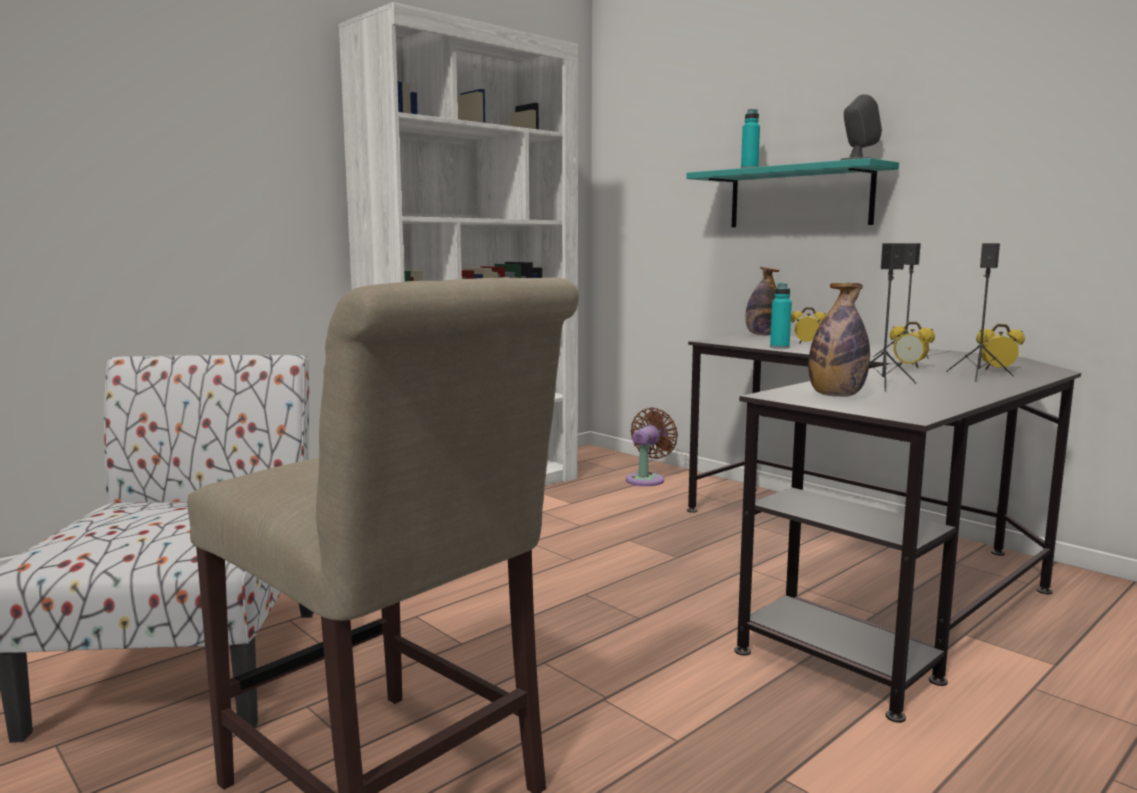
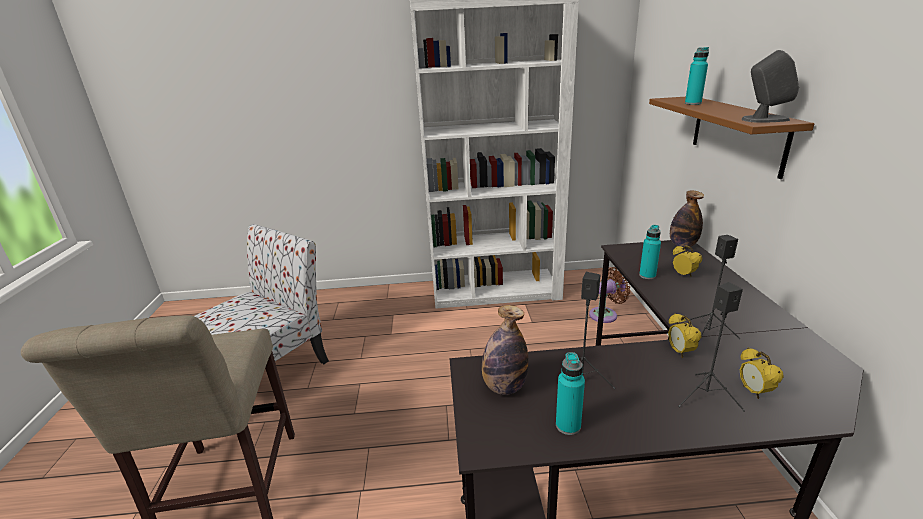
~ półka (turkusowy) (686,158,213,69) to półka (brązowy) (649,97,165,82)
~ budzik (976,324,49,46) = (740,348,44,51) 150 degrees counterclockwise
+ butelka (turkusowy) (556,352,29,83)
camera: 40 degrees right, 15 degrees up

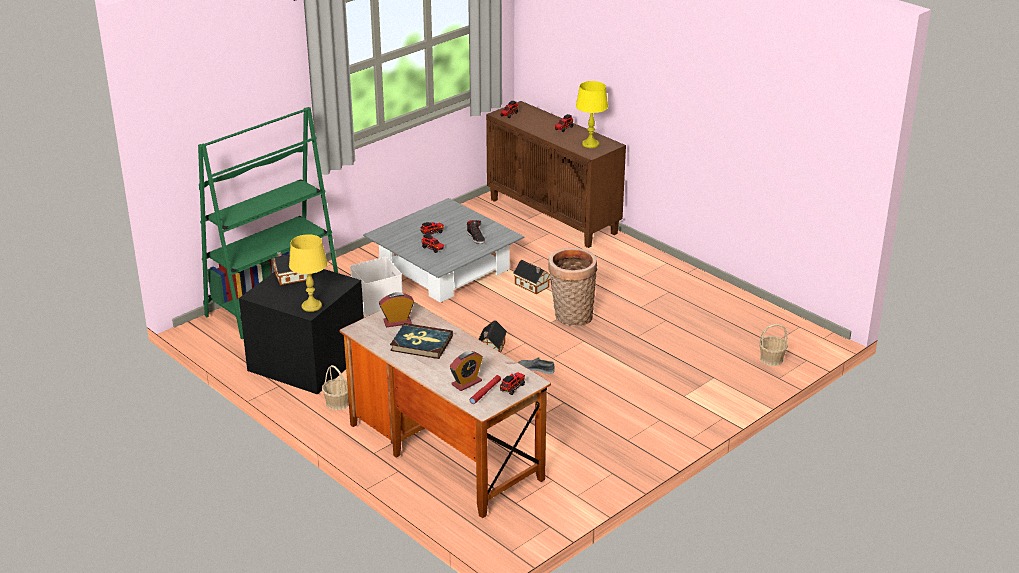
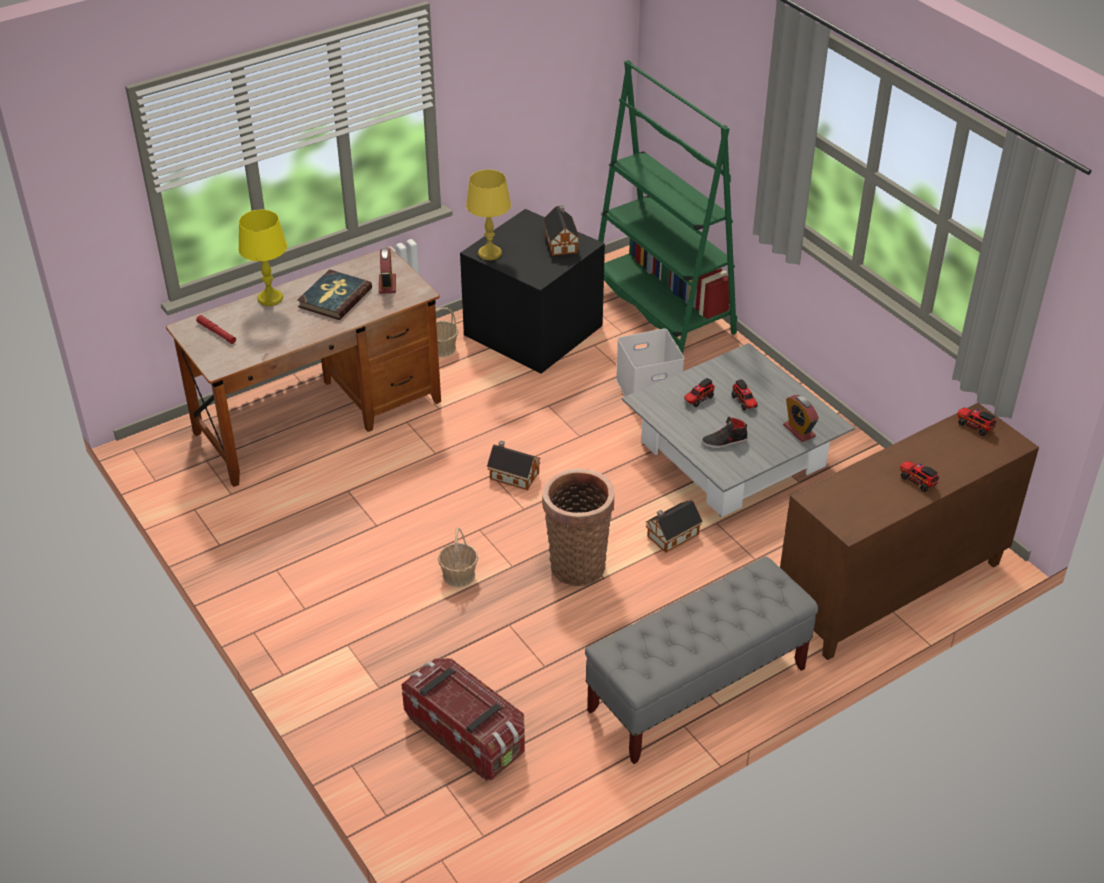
~ lampa stołowa (żółty) (576,81,32,67) to (238,210,49,96)
~ koszyk (759,324,29,42) to (438,528,40,59)
~ budzik (450,351,33,40) to (783,395,36,47)
- but (szary) (518,358,37,16)
- ciężarówka zabawkowa (500,372,25,23)
+ ławka (szary) (585,557,233,207)
+ pojemnik do przechowywania (401,658,124,123)
camera: 100 degrees right, 10 degrees up

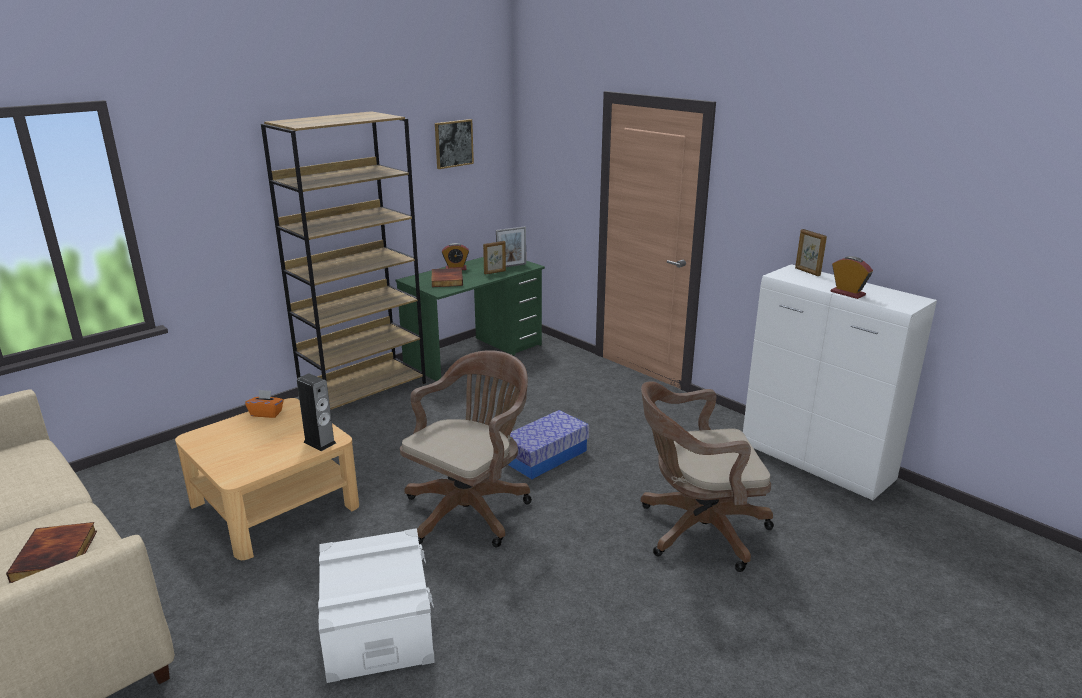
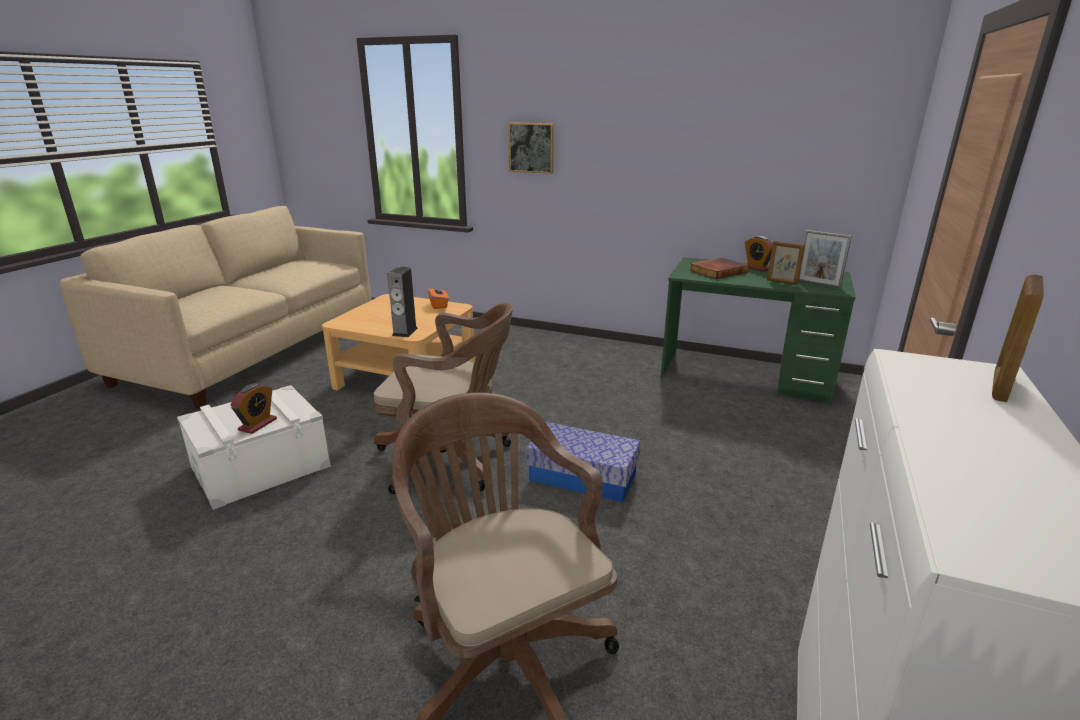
- regał (brązowy) (261,111,165,299)
~ obraz (435,119,39,50) to (508,122,46,52)
~ budzik (831,256,42,43) to (230,383,47,51)
- książka (6,522,91,61)
camera: 65 degrees right, 0 degrees up

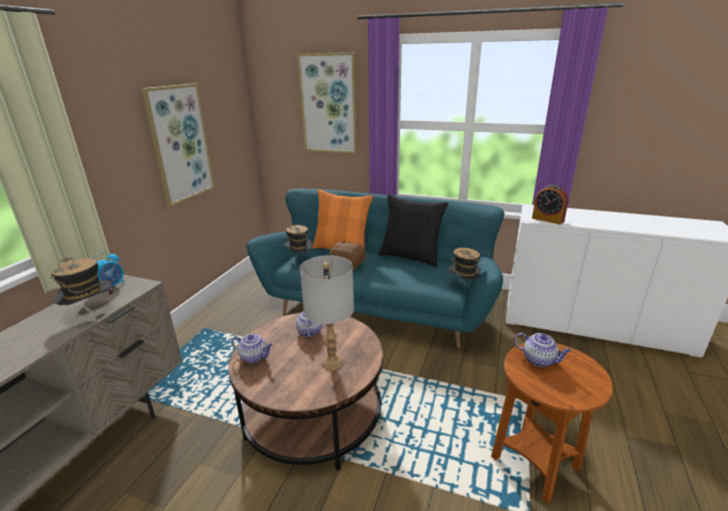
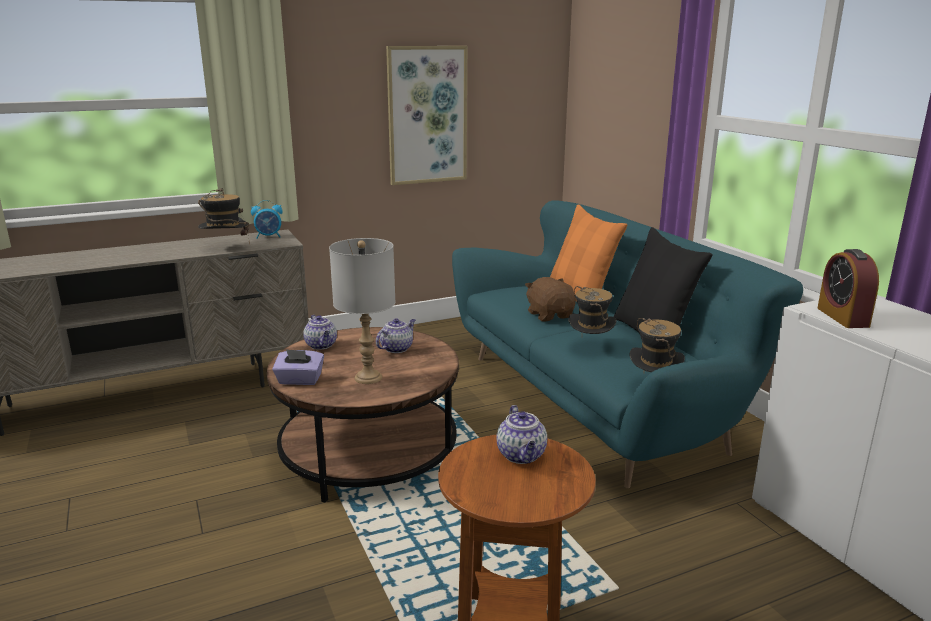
- obraz (297,52,61,102)
~ kapelusz (284,225,29,30) to (568,286,48,48)
+ pudełko chusteczek (fioletowy) (272,349,52,36)
camera: 45 degrees right, 5 degrees down

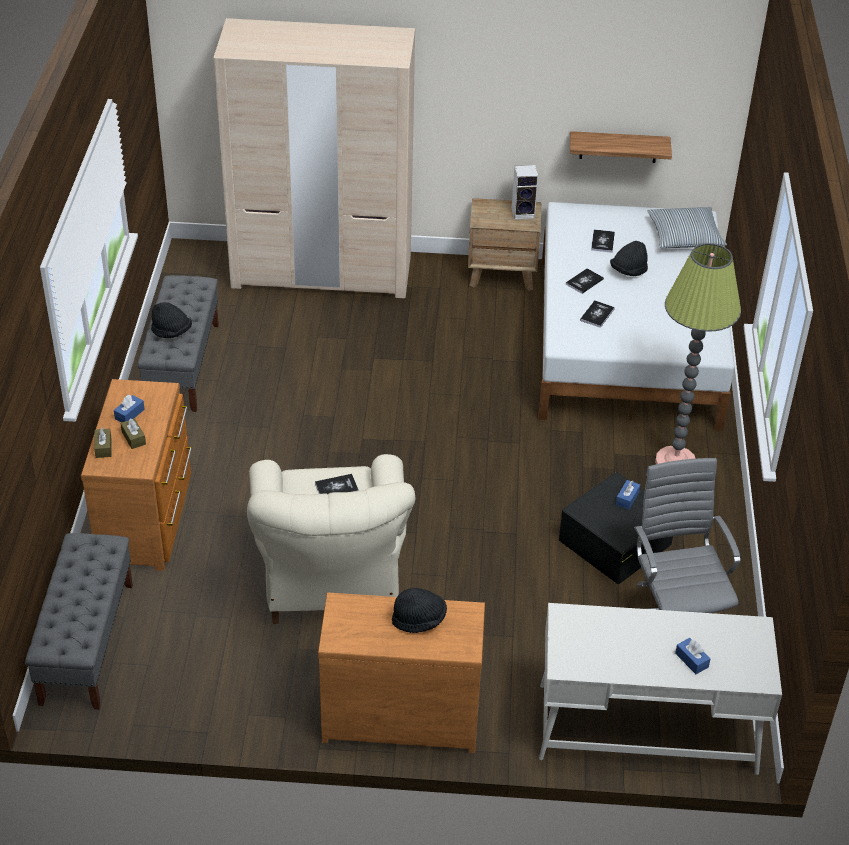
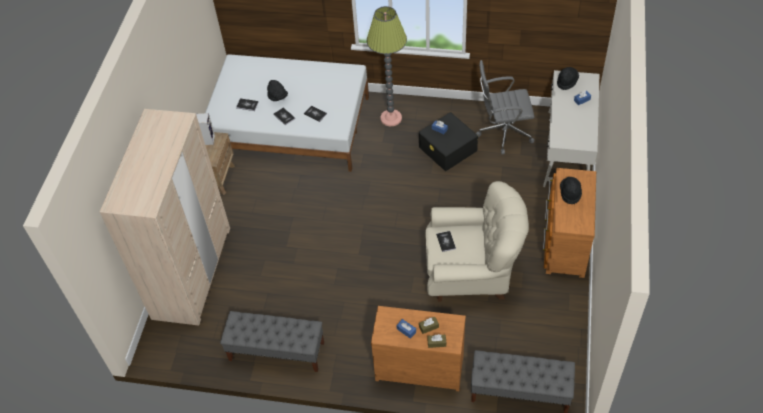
- półka (570,131,102,32)
- poduszka (647,207,80,41)
~ kapelusz (czarny) (151,302,41,36) to (557,67,22,23)
camera: 80 degrees left, 10 degrees up

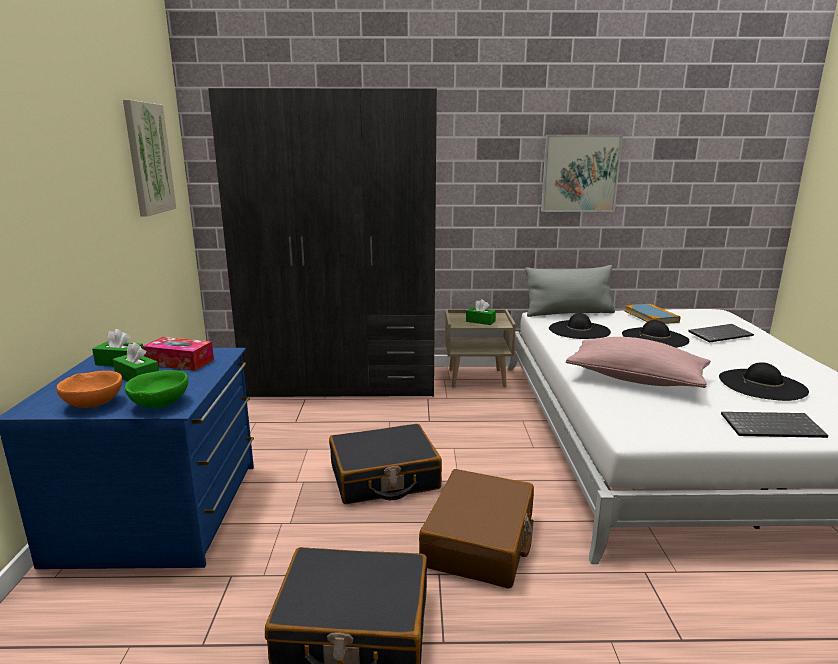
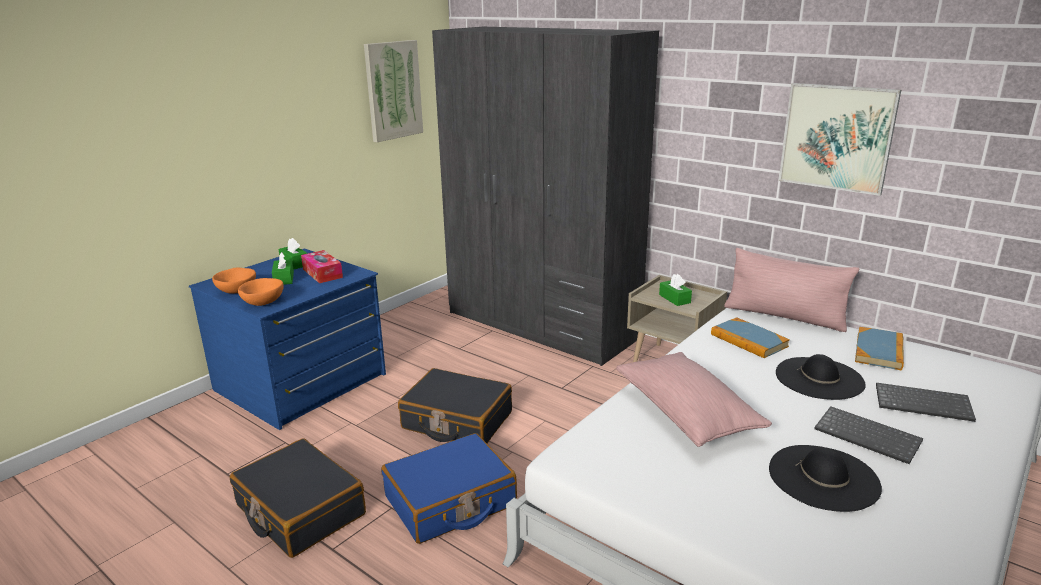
~ poduszka (szary) (525,265,90,52) to poduszka (różowy) (724,248,135,84)
~ kapelusz (czarny) (549,313,62,26) to książka (711,317,79,41)
~ miska (zielony) (125,370,63,38) to miska (pomarańczowy) (238,278,46,28)
~ klawiatura (721,412,108,26) to (814,406,109,58)
~ walizka (brązowy) (419,469,115,120) to walizka (niebieski) (381,433,136,111)
camera: 40 degrees right, 5 degrees up

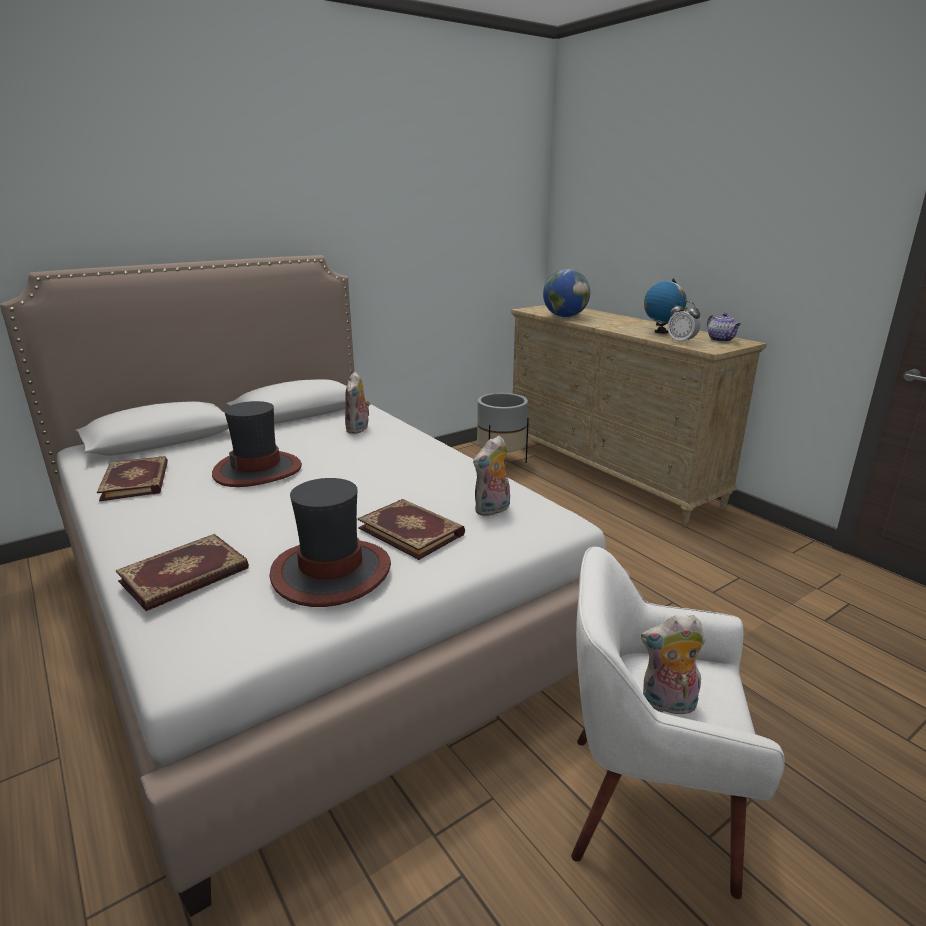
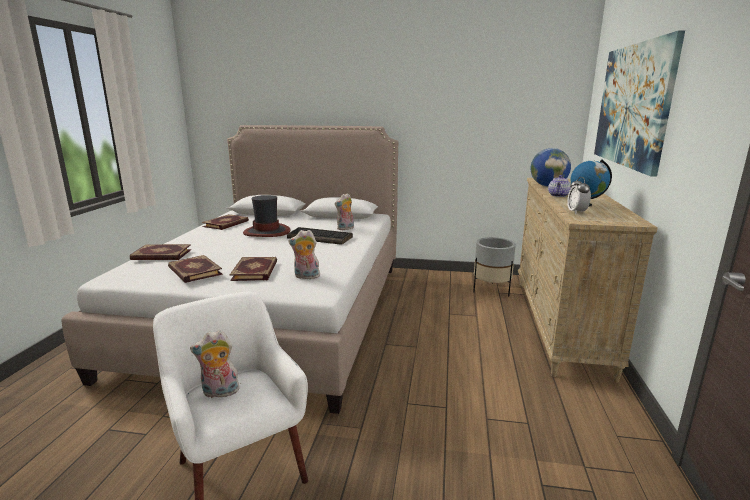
~ imbryk (707,313,34,29) to (548,175,23,22)
~ kapelusz (269,478,122,129) to książka (168,255,55,28)
~ pluszak (641,615,64,100) = (190,330,51,68) 60 degrees counterclockwise
+ obraz (594,30,91,147)
+ klawiatura (287,227,66,18)
camera: 45 degrees right, 5 degrees down

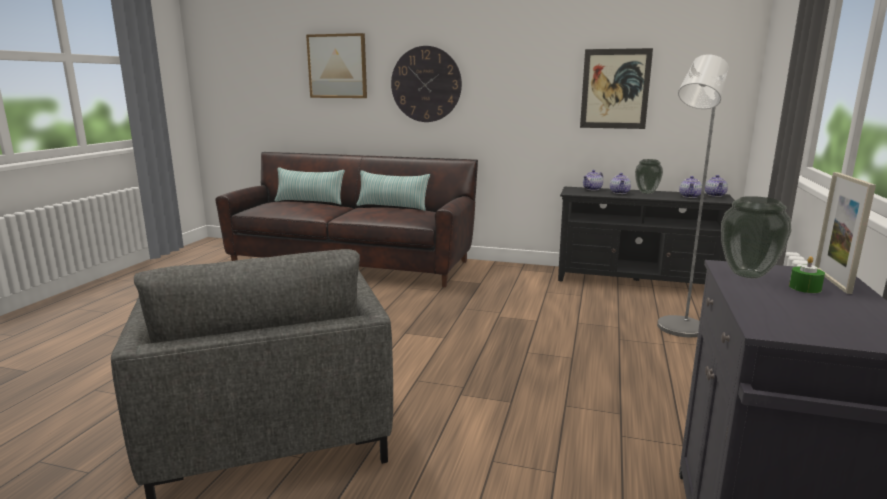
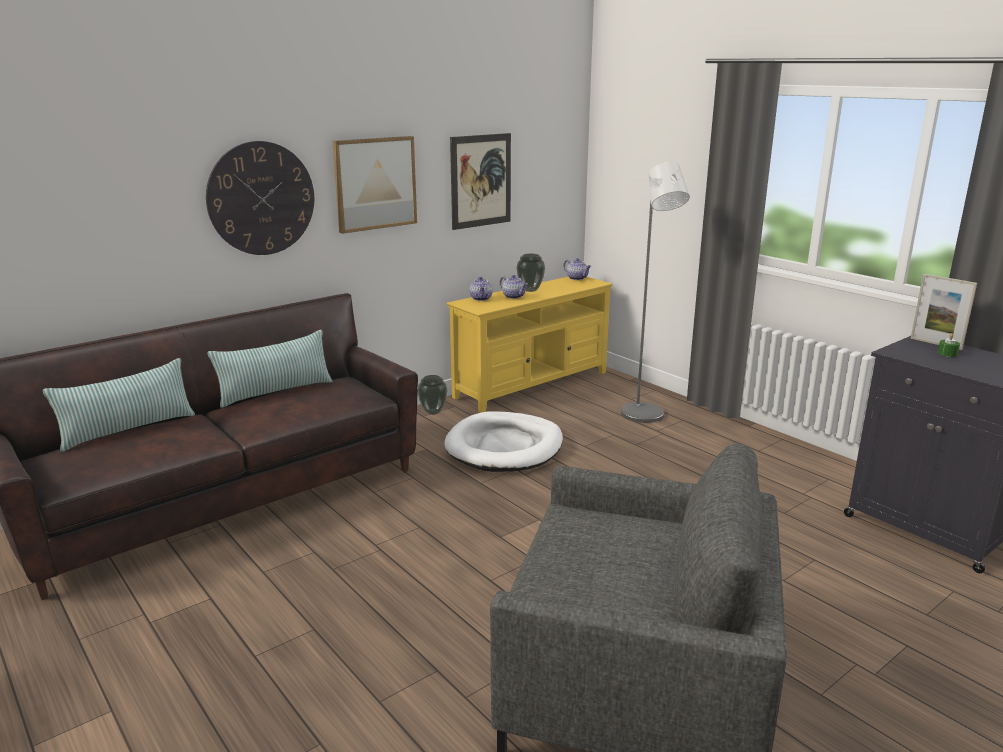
~ obraz (306,33,61,65) to (332,136,85,98)
- imbryk (679,176,23,22)
~ szafka pod telewizor (czarny) (558,187,177,97) to szafka pod telewizor (żółty) (447,277,165,136)
~ wazon (721,196,71,82) to (417,375,31,40)
+ legowisko (biały) (444,411,119,61)
camera: 55 degrees left, 5 degrees up

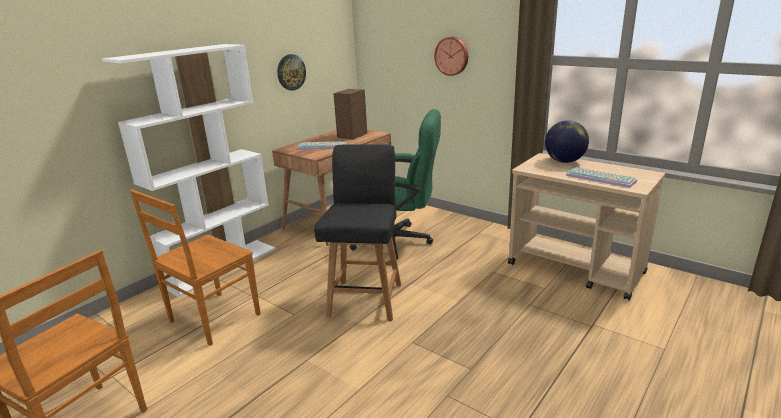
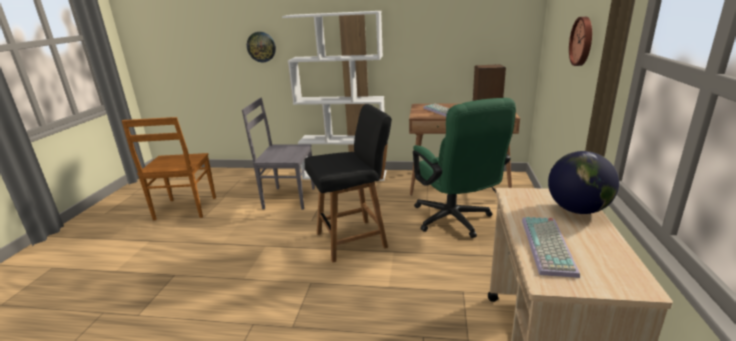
~ zegar ścienny (277,54,29,37) to (247,32,29,30)
~ krzesło (brązowy) (130,190,130,156) to krzesło (szary) (242,98,73,112)
camera: 60 degrees right, 0 degrees up

